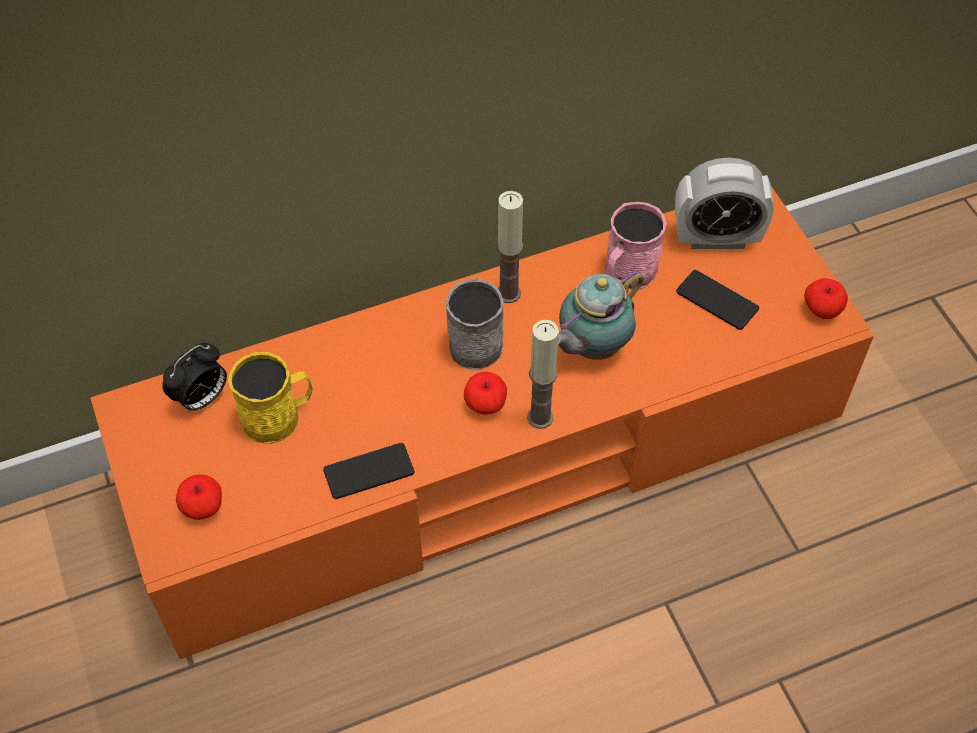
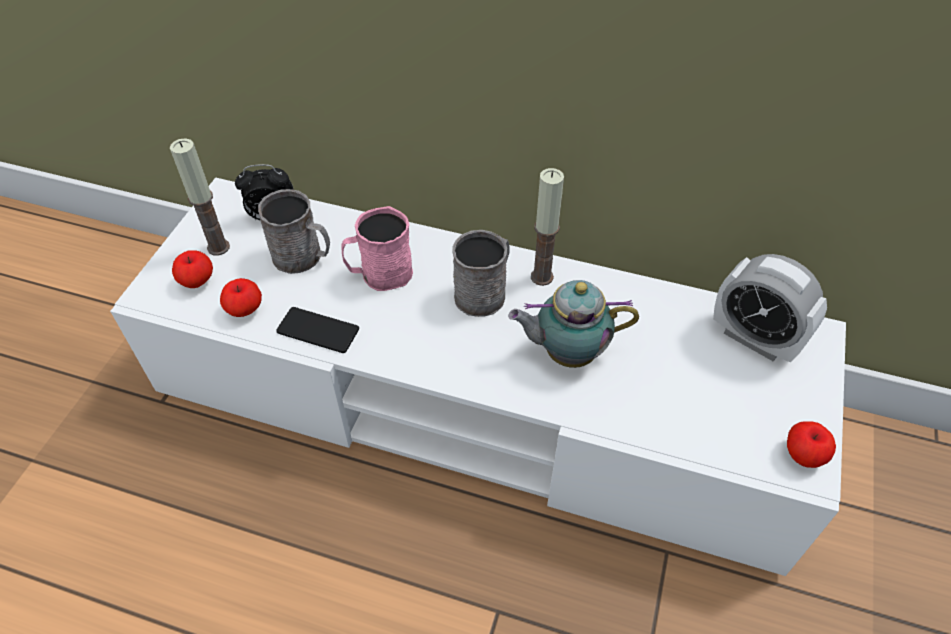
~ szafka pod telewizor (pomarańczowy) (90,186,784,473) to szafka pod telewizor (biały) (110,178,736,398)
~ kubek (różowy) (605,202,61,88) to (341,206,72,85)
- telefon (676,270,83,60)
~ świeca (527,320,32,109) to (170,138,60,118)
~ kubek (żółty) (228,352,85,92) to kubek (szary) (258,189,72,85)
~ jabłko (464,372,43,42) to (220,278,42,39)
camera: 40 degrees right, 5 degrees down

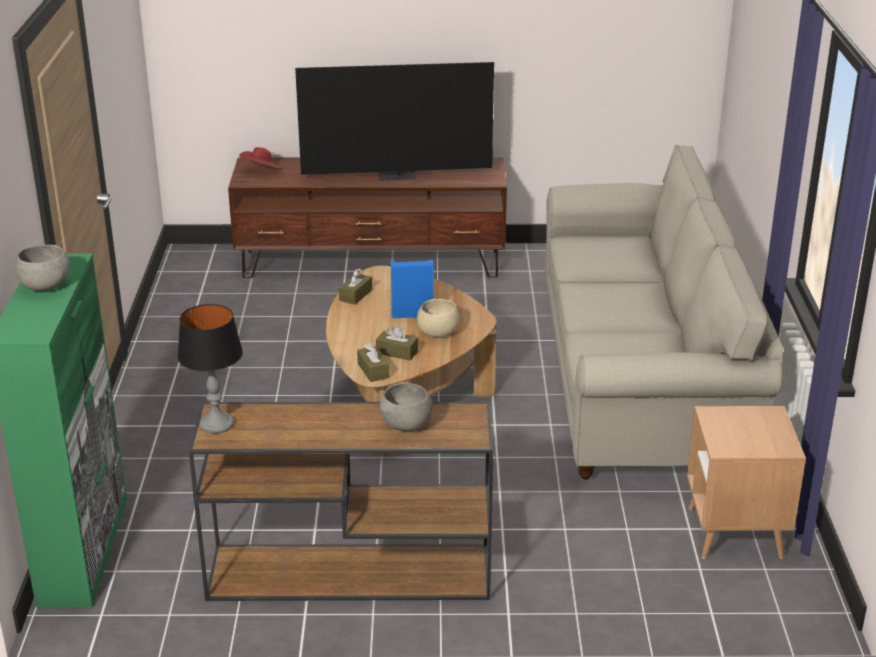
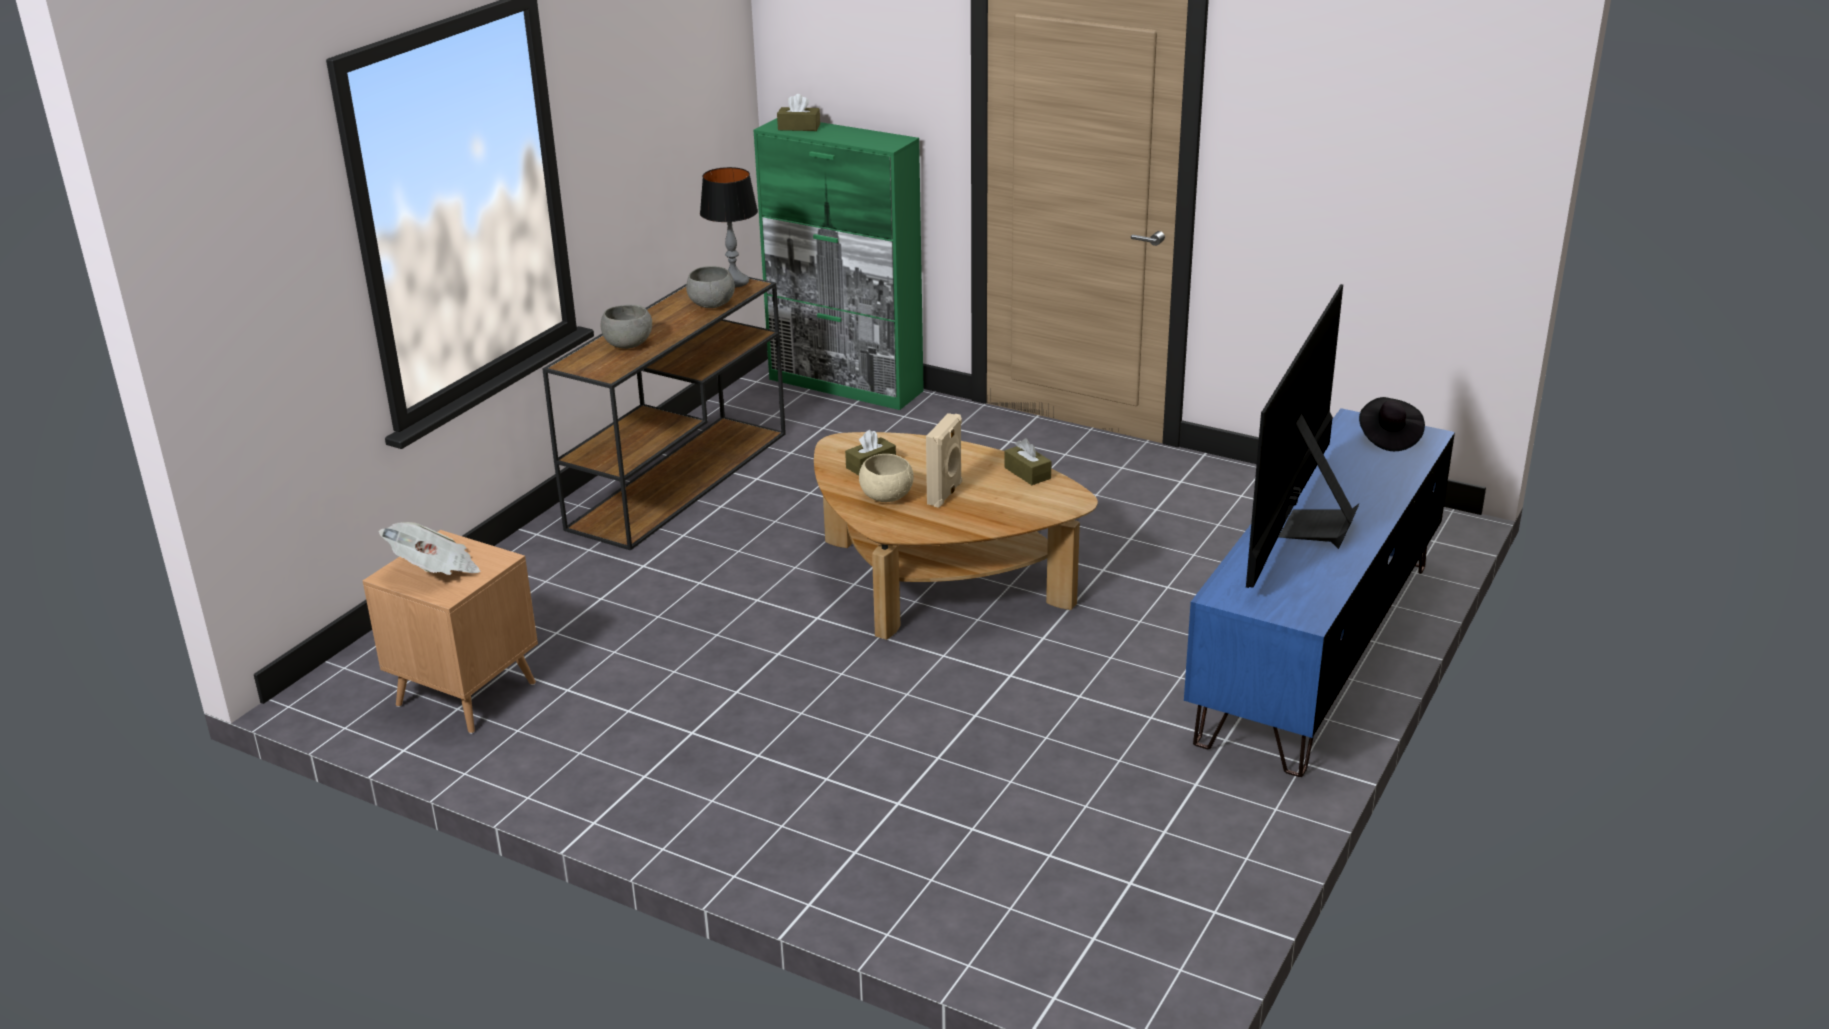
- kanapa (beżowy) (545,145,238,335)
~ kapelusz (czerwony) (239,147,43,22) to kapelusz (czarny) (1359,397,66,54)
~ szafka pod telewizor (brązowy) (228,157,279,121) to szafka pod telewizor (niebieski) (1184,408,271,369)
~ miska (szary) (14,245,56,46) to (686,266,49,42)
~ głośnik (niebieski) (390,260,44,58) to głośnik (beżowy) (926,413,36,95)
~ pudełko chusteczek (brązowy) (357,342,33,40) to (777,94,43,37)
+ gazeta (379,522,101,53)
camera: 120 degrees right, 0 degrees up

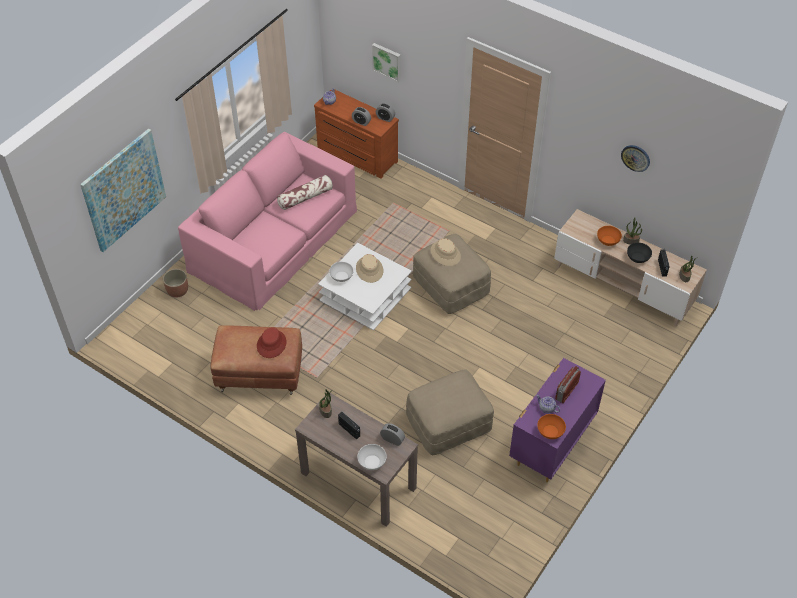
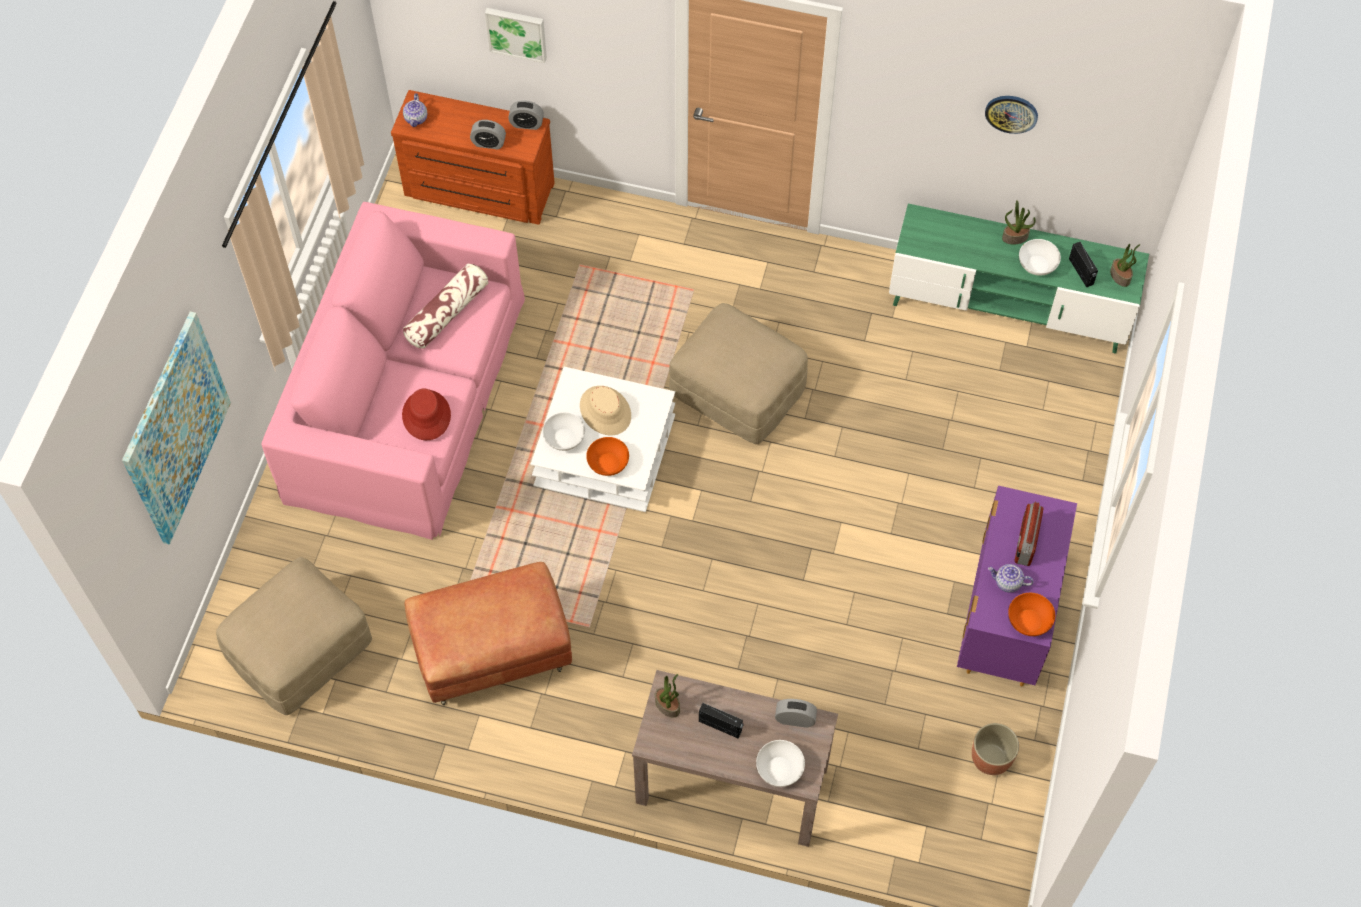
~ szafka pod telewizor (beżowy) (554,209,153,118) to szafka pod telewizor (zielony) (889,204,260,150)
~ miska (pomarańczowy) (597,226,25,20) to (586,437,43,39)
- kapelusz (beżowy) (431,238,30,28)
~ miska (czarny) (627,243,25,20) to miska (biały) (1019,239,42,37)
~ donica (163,269,25,29) to (972,723,47,52)
~ kapelusz (czerwony) (257,327,30,31) to (402,388,49,52)
~ pufa (beżowy) (406,369,88,86) to (216,557,156,158)
camera: 20 degrees left, 10 degrees up

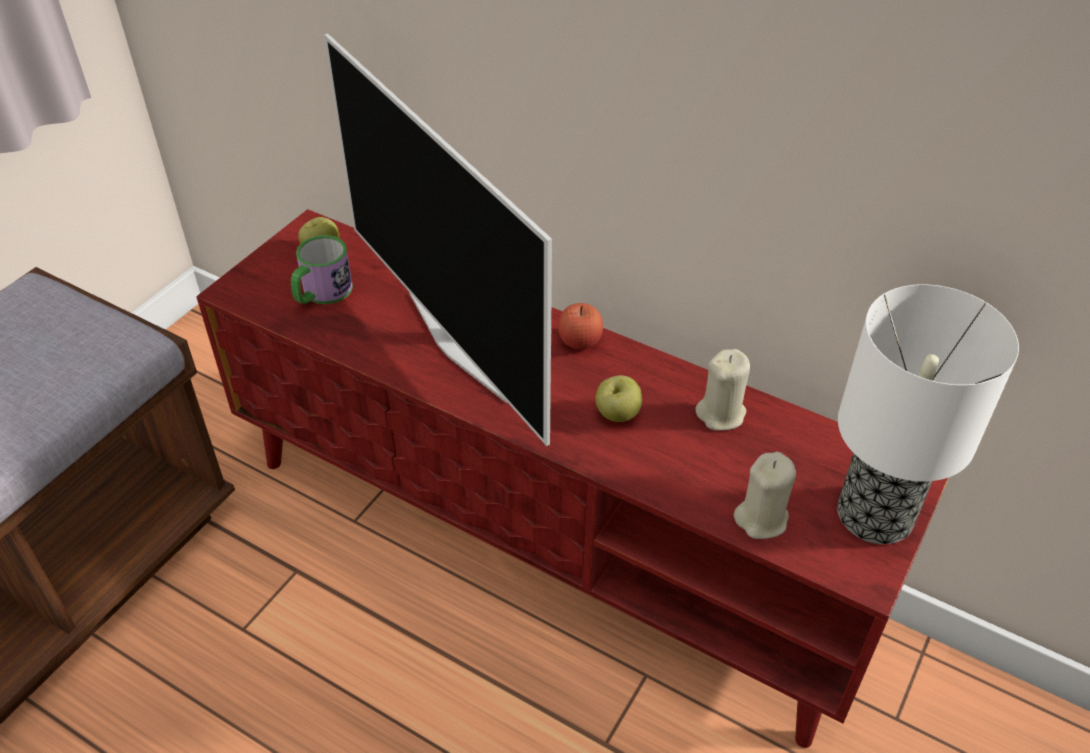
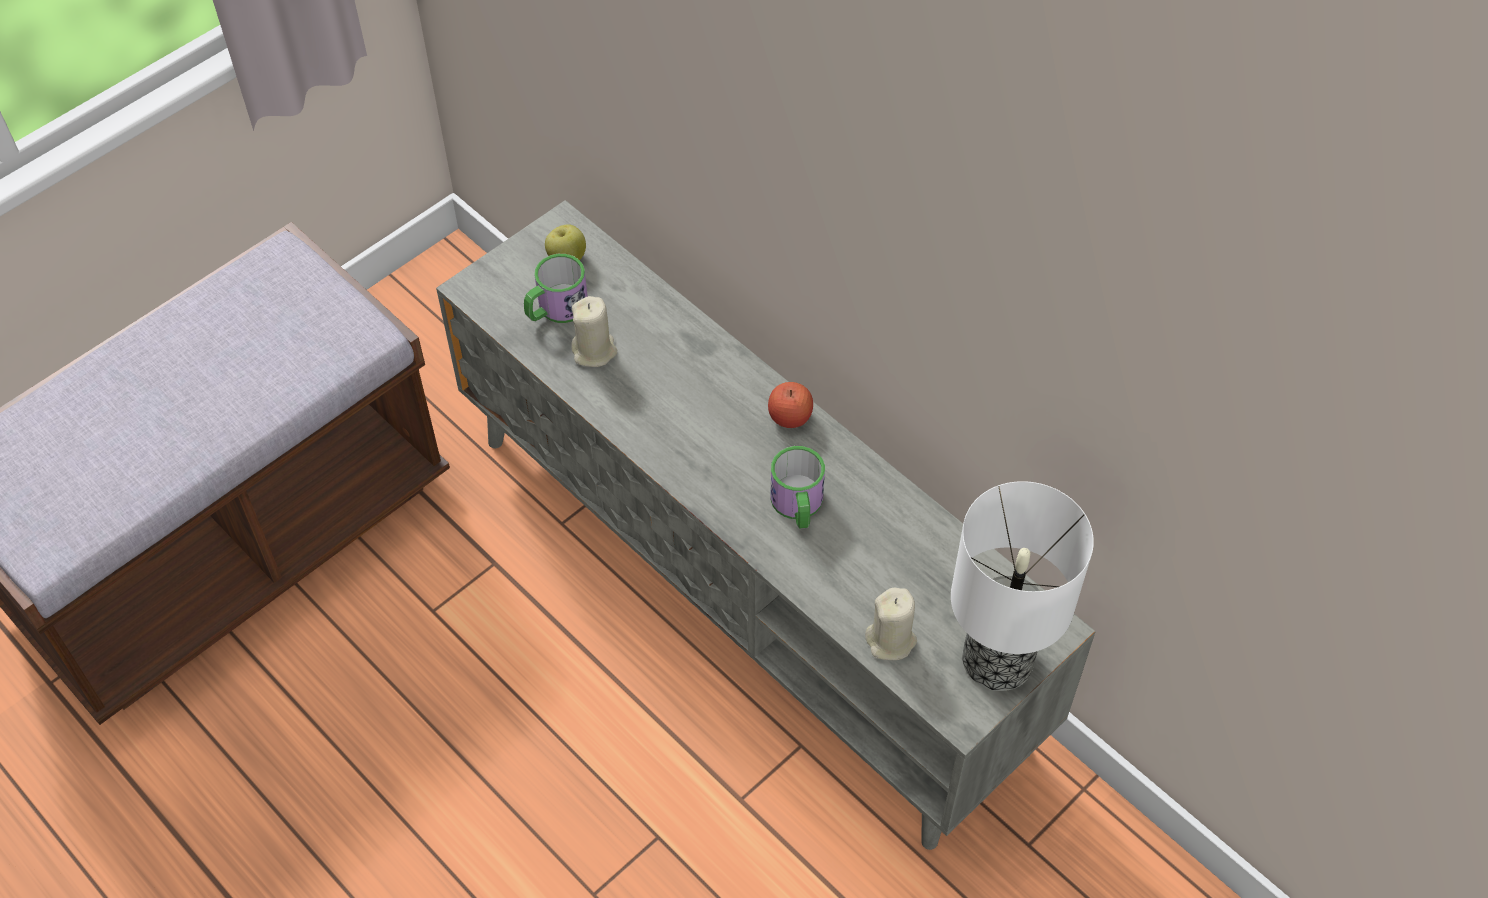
- telewizor (324,34,228,412)
~ szafka pod telewizor (czerwony) (196,209,753,539) to szafka pod telewizor (szary) (436,200,660,650)
~ świeca (beżowy) (695,349,55,81) to (571,296,46,71)
~ jabłko (595,375,47,47) to kubek (770,446,55,83)
camera: 15 degrees right, 10 degrees up

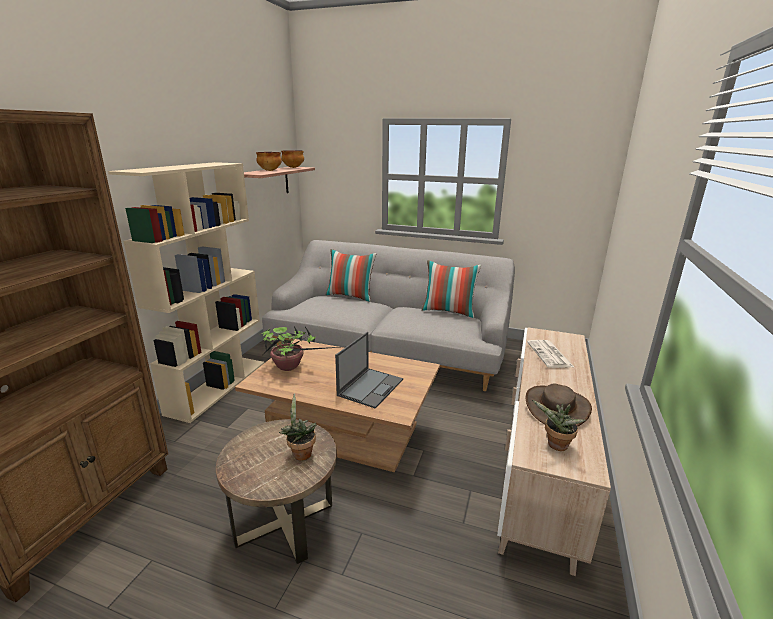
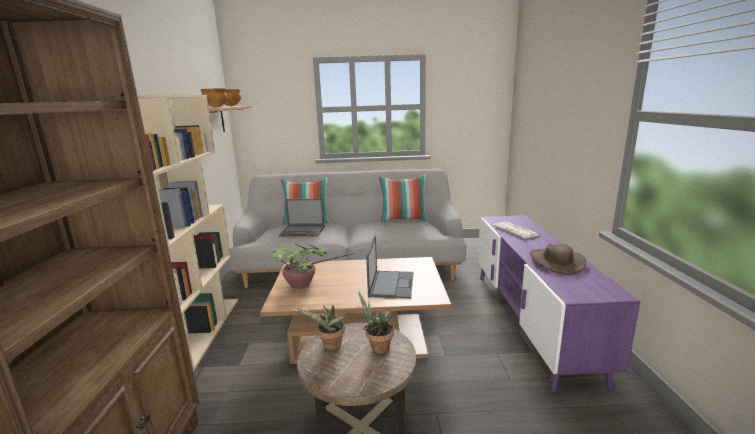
~ szafka pod telewizor (beżowy) (497,327,114,249) to szafka pod telewizor (fioletowy) (478,215,163,177)
~ roślina doniczkowa (532,400,54,51) to (296,305,49,45)
+ laptop (279,199,46,37)
camera: 20 degrees left, 5 degrees down

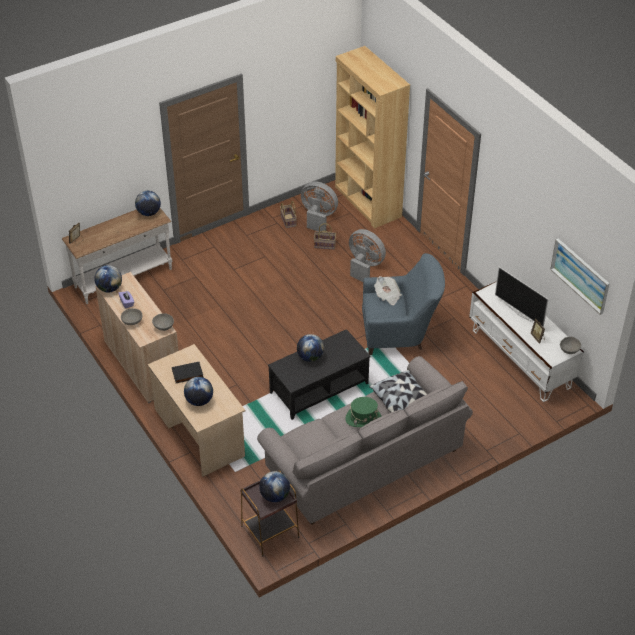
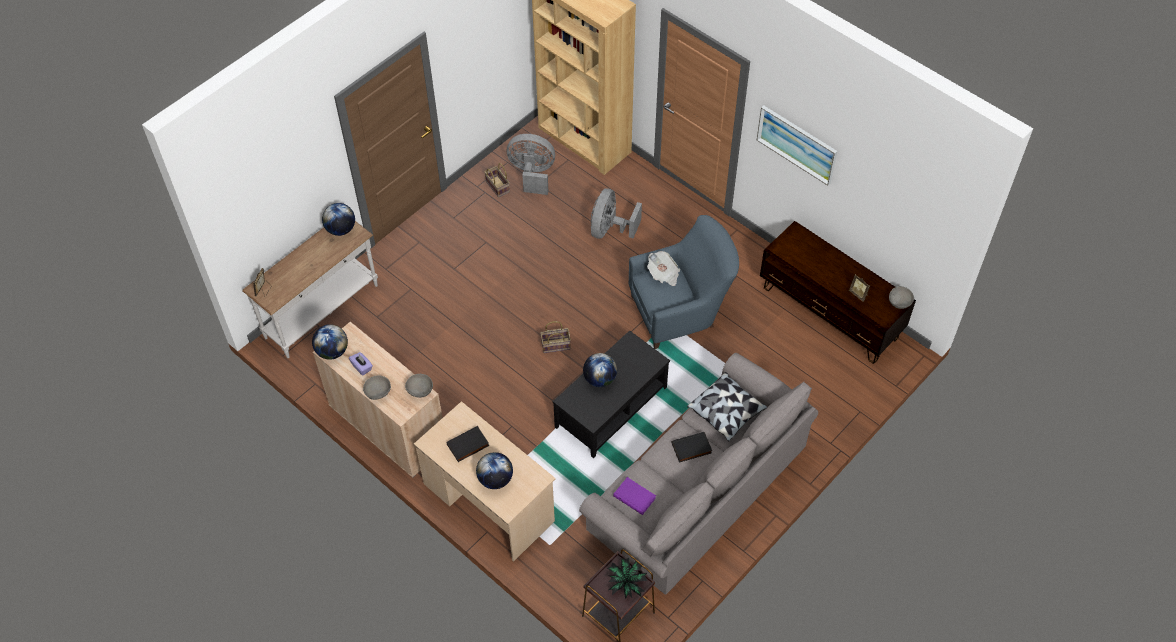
~ koszyk (314,223,22,27) to (540,321,31,32)
~ wentylator (szary) (349,229,37,53) = (591,189,51,50) 90 degrees counterclockwise
~ obraz (550,239,60,76) to (757,105,80,80)
- telewizor (495,267,54,60)
~ szafka pod telewizor (biały) (469,281,115,121) to szafka pod telewizor (brązowy) (760,221,156,143)
~ kapelusz (zielony) (345,397,36,30) to książka (czarny) (671,432,41,31)
~ globus (259,471,31,31) to roślina doniczkowa (607,558,40,41)
+ książka (fioletowy) (613,477,43,38)
camera: 15 degrees left, 10 degrees up

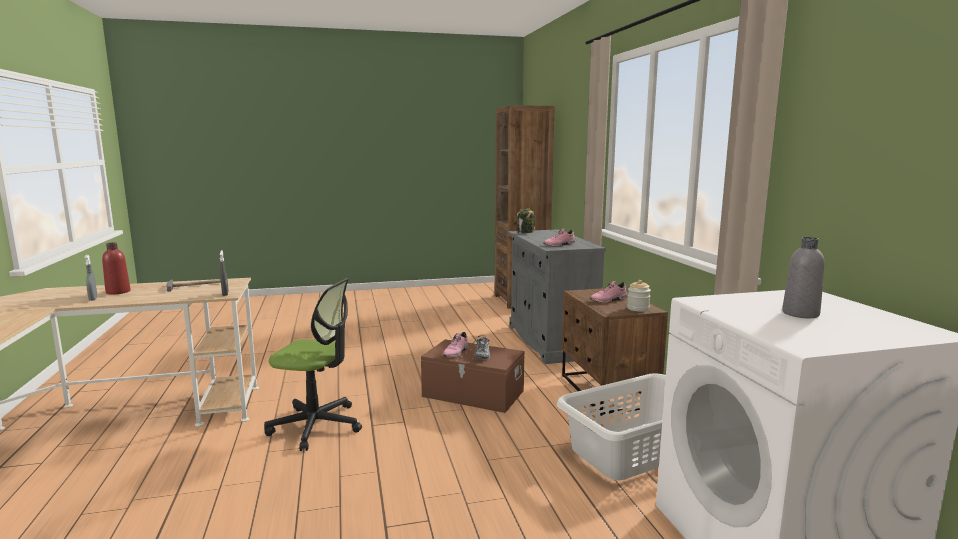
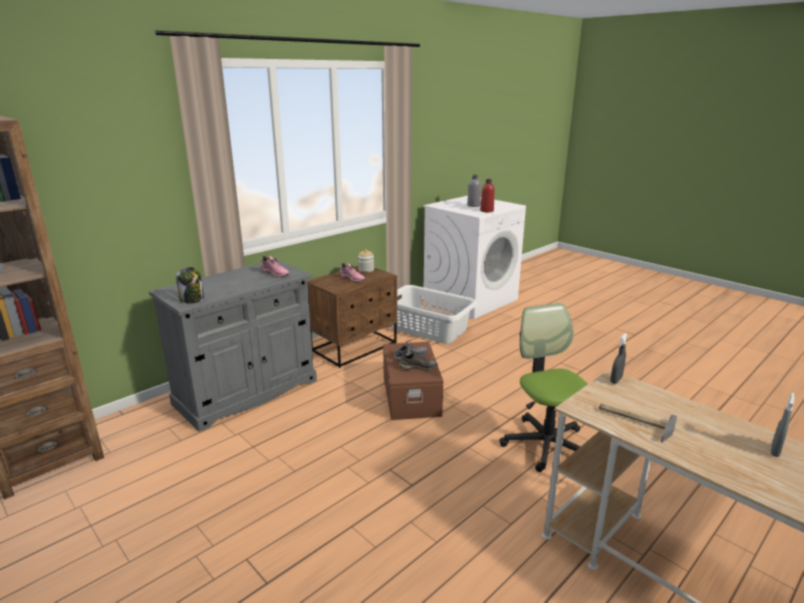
~ butelka (czerwony) (102,242,29,53) to (480,179,15,33)
~ but (różowy) (443,332,26,25) to but (szary) (399,352,39,19)
camera: 120 degrees left, 10 degrees up

